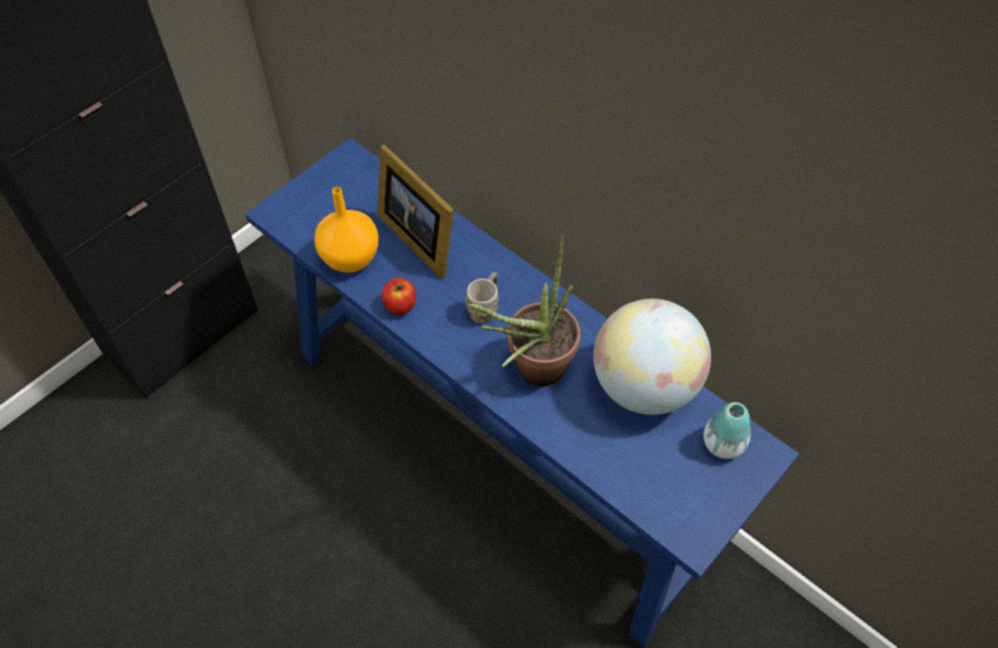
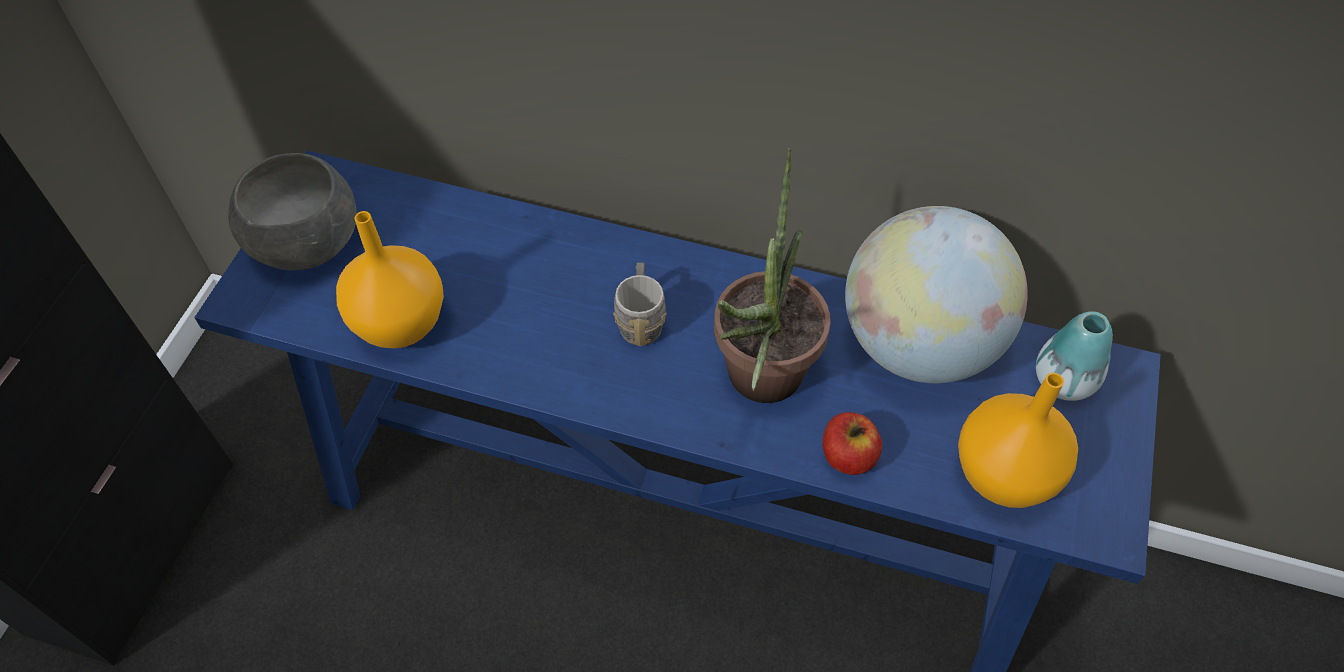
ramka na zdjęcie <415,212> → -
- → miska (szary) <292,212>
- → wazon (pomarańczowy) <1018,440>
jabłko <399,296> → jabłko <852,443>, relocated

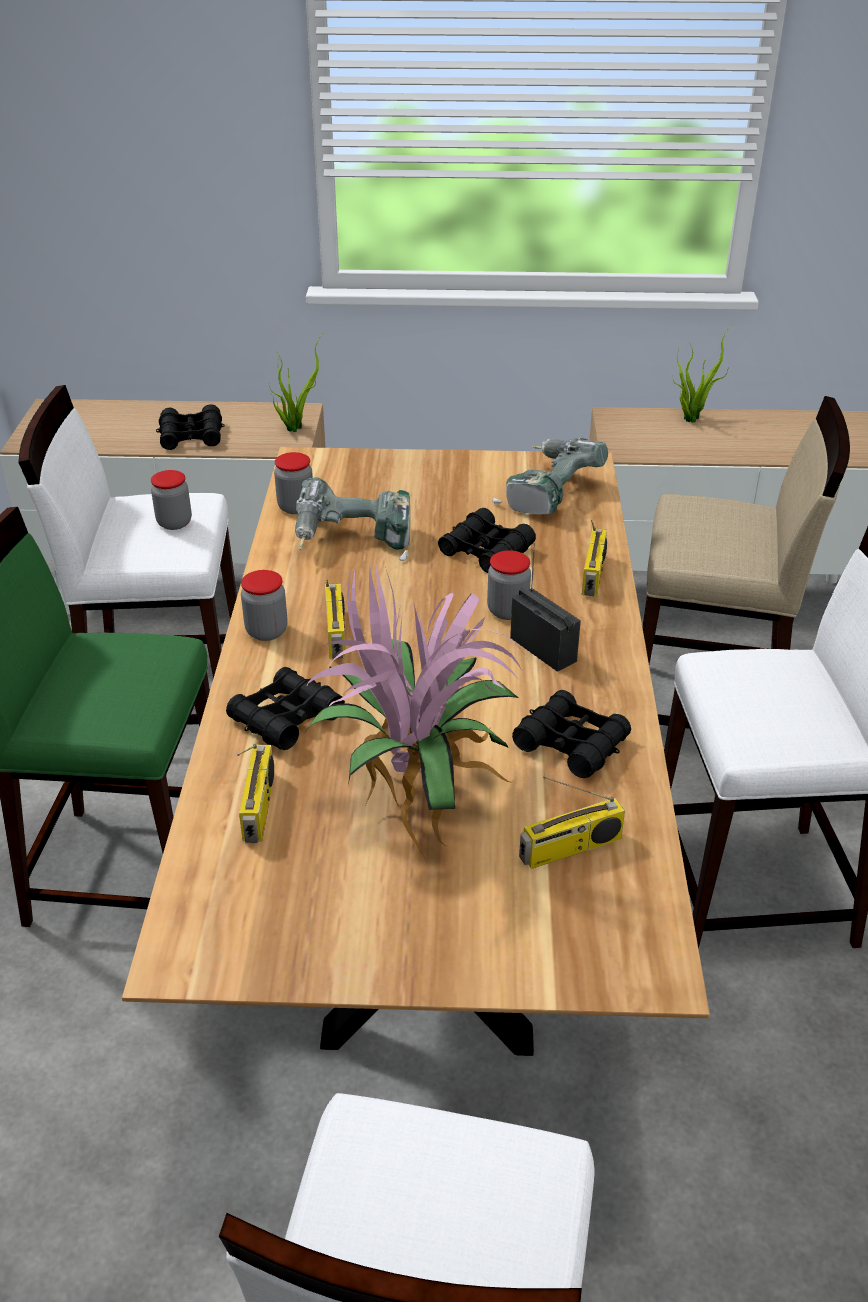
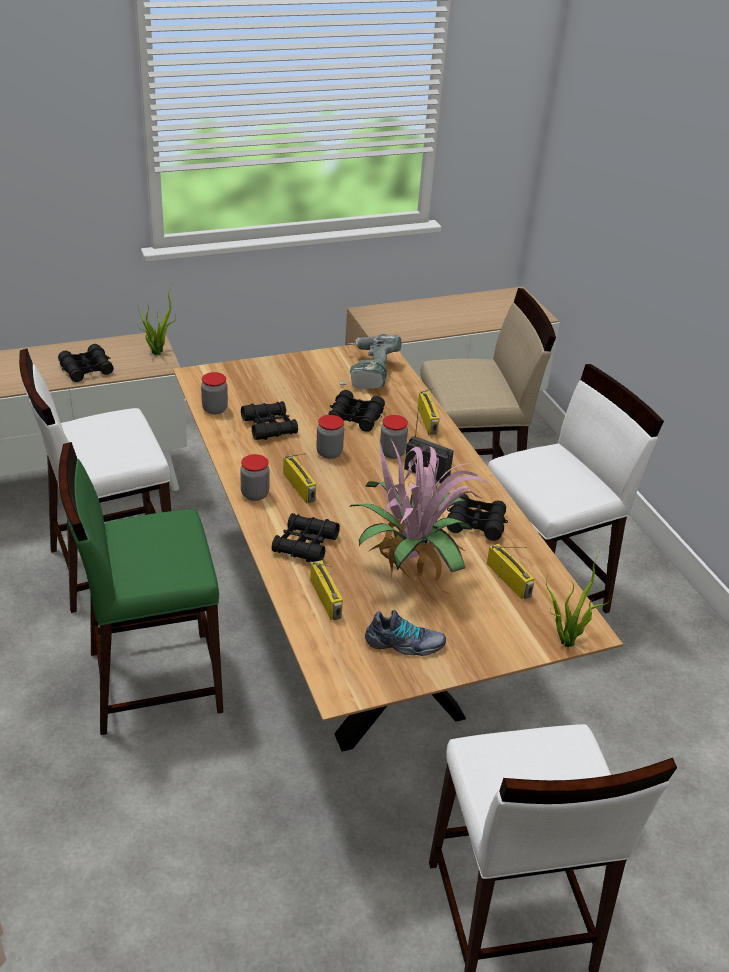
- → but <405,633>
słoik <171,500> → słoik <330,437>, relocated
roślina doniczkowa <702,374> → roślina doniczkowa <579,598>, relocated
wiertarka <352,519> → lornetka (czarny) <269,420>
radio <572,822> → radio <510,571>, 75 degrees counterclockwise

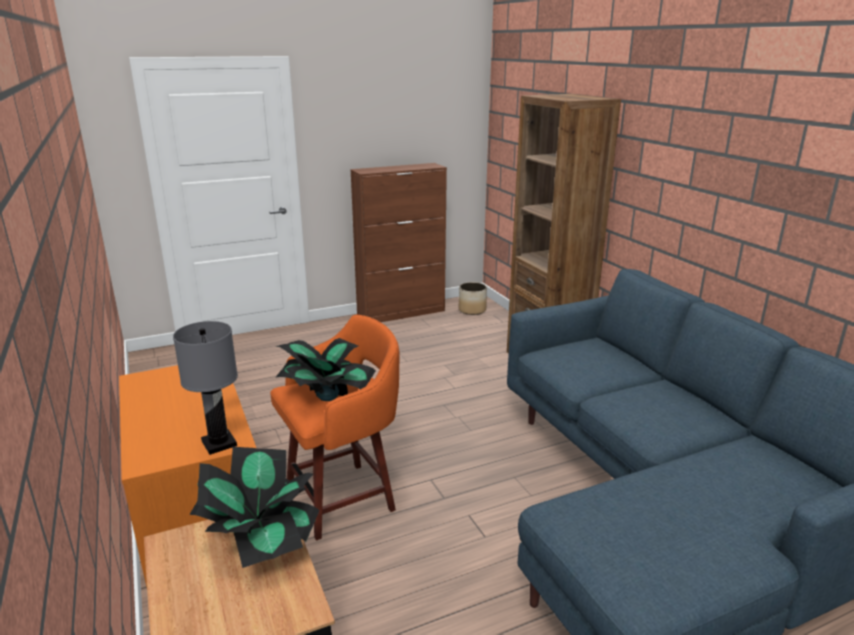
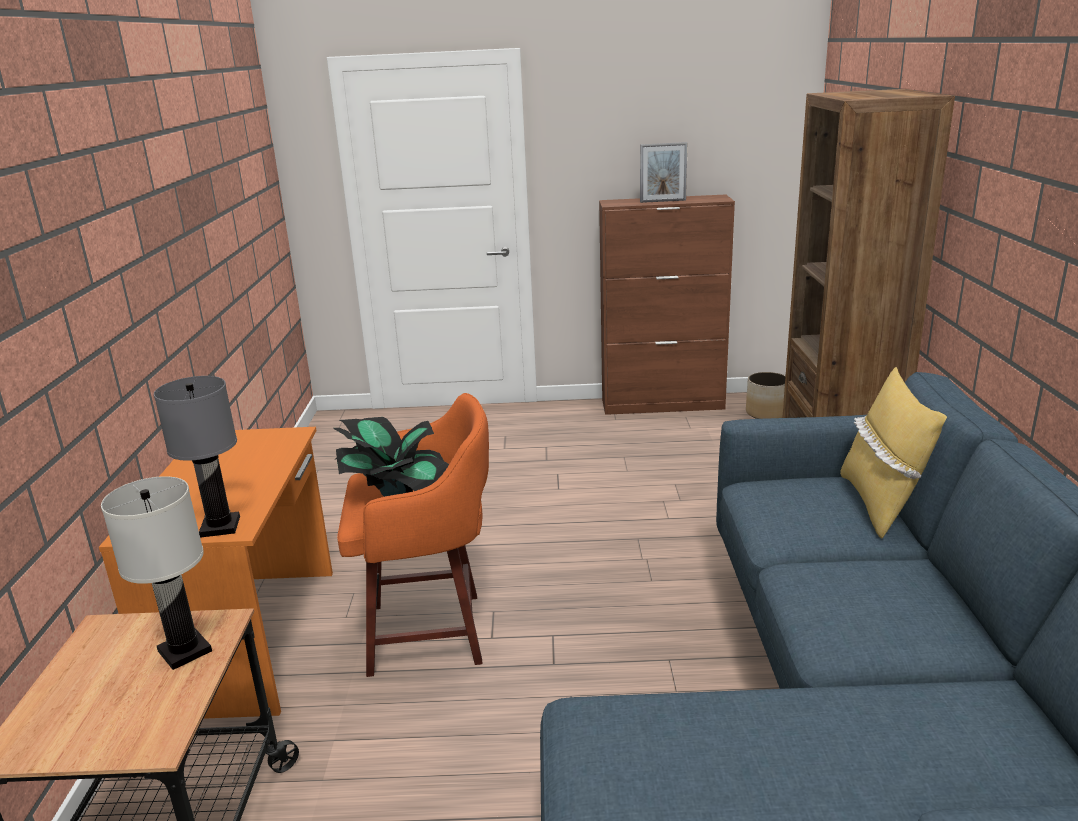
- → ramka na zdjęcie <663,172>
- → poduszka (żółty) <893,453>
roślina doniczkowa <254,507> → lampa stołowa (biały) <156,573>

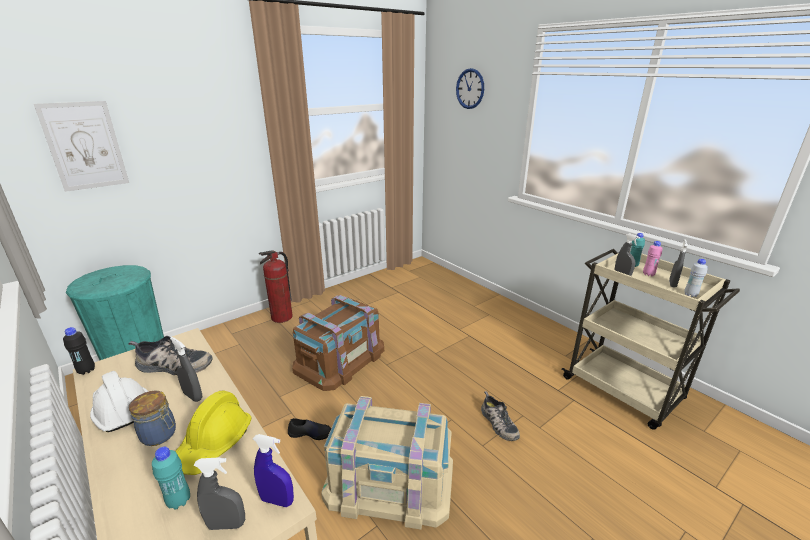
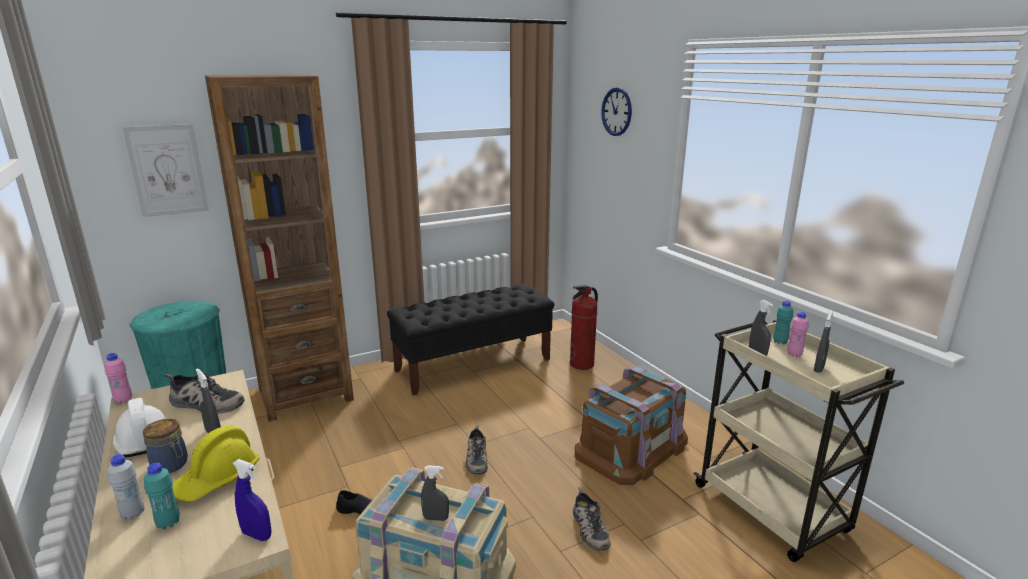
- → regał (brązowy) <279,248>
- → ławka (czarny) <470,340>
- → but <477,450>
spryskiwacz (szary) <219,493> → spryskiwacz (szary) <435,493>, relocated
gaśnica <276,286> → gaśnica <584,327>, relocated
pojemnik do przechowywania (brązowy) <338,343> → pojemnik do przechowywania (brązowy) <631,425>, relocated
butelka (biały) <696,278> → butelka (biały) <125,487>, relocated
butelka (czarny) <79,351> → butelka (różowy) <118,378>

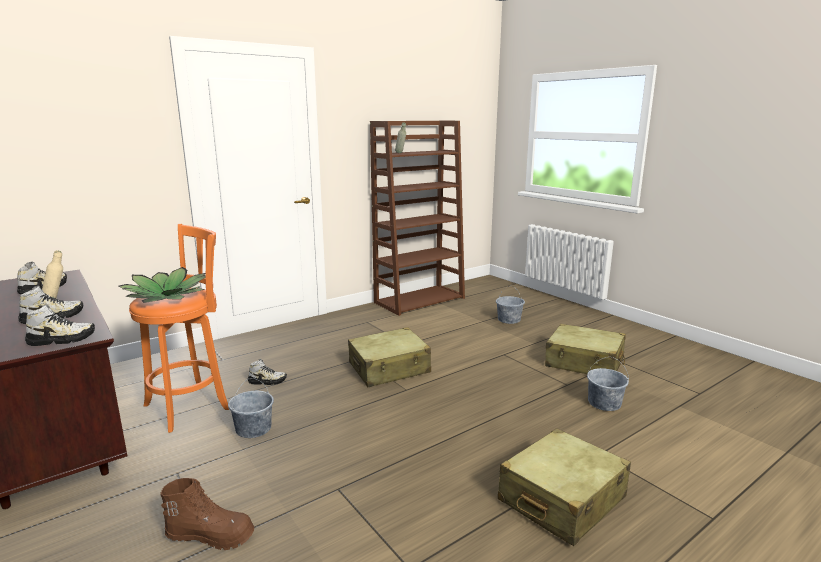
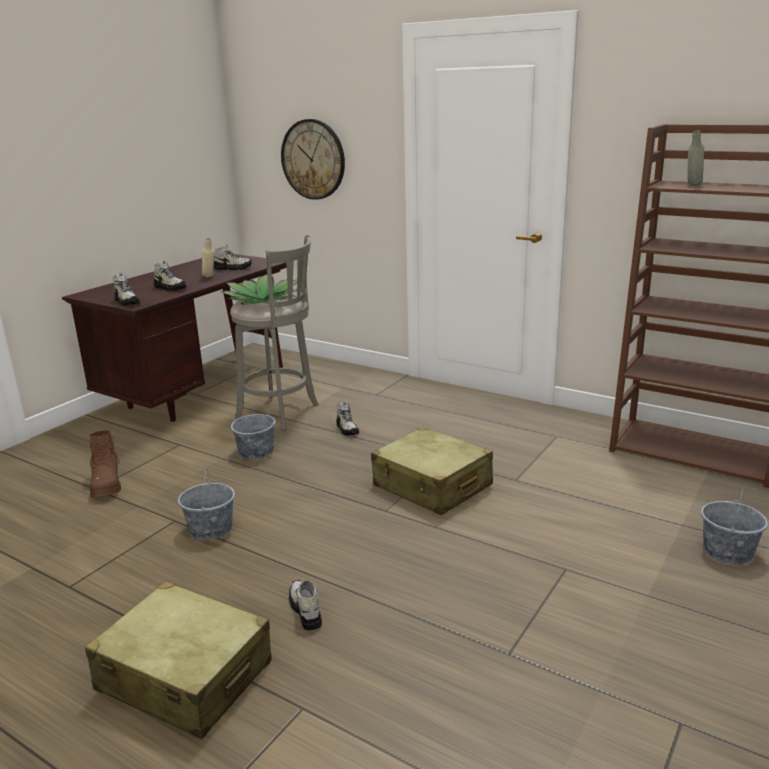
walizka (beżowy) <585,349> → -
- → zegar ścienny <313,159>
- → but <305,605>
wiadro (szary) <608,384> → wiadro (szary) <206,505>, relocated
stołek (pomarańczowy) <179,328> → stołek (szary) <274,332>

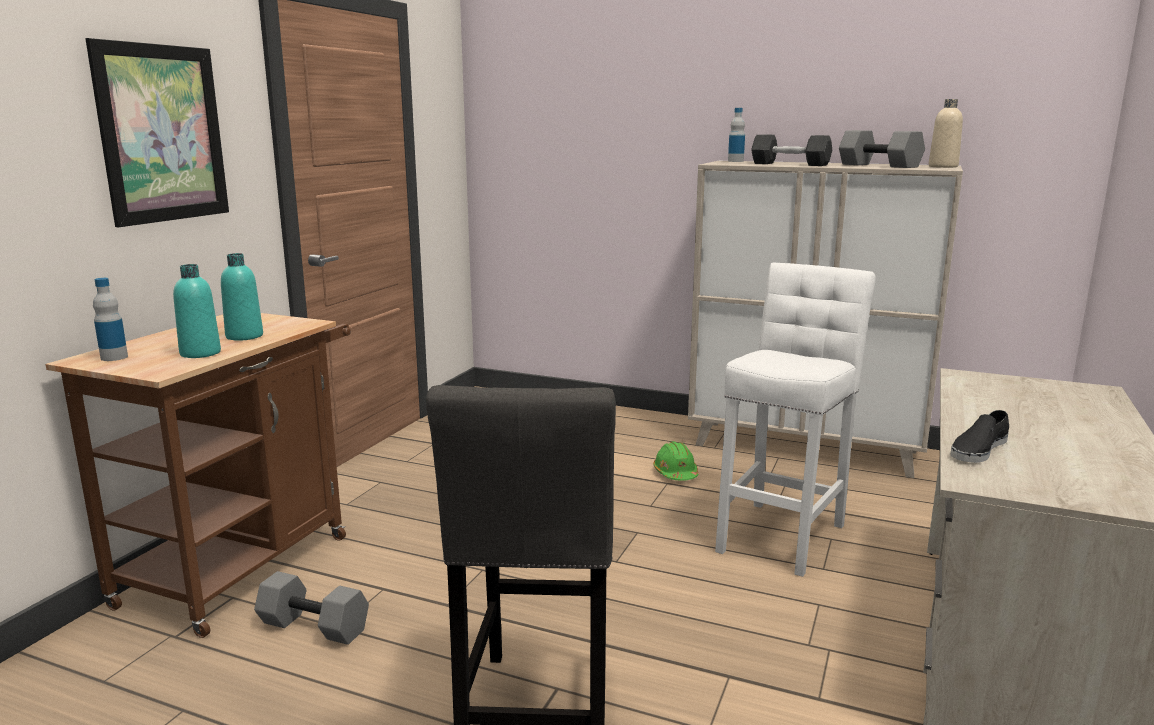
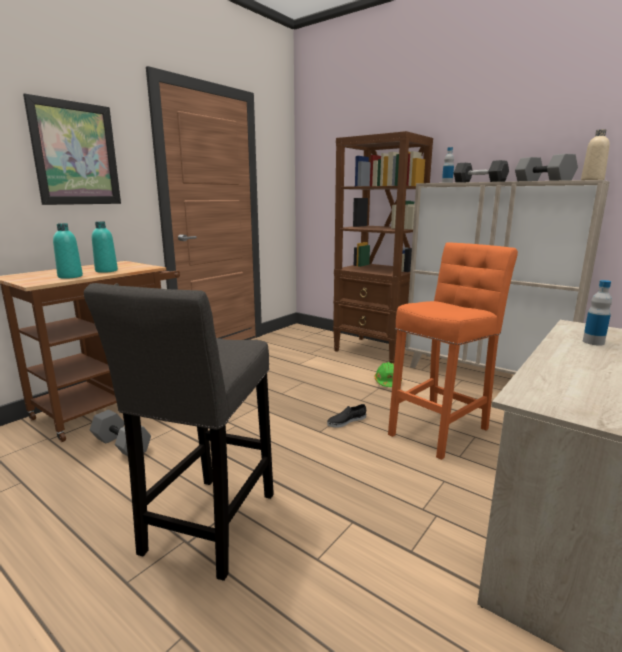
- → regał (brązowy) <383,247>
butelka <110,319> → butelka <597,312>, relocated
but (czarny) <980,436> → but (czarny) <346,416>, relocated
stołek (biały) <795,420> → stołek (pomarańczowy) <453,351>

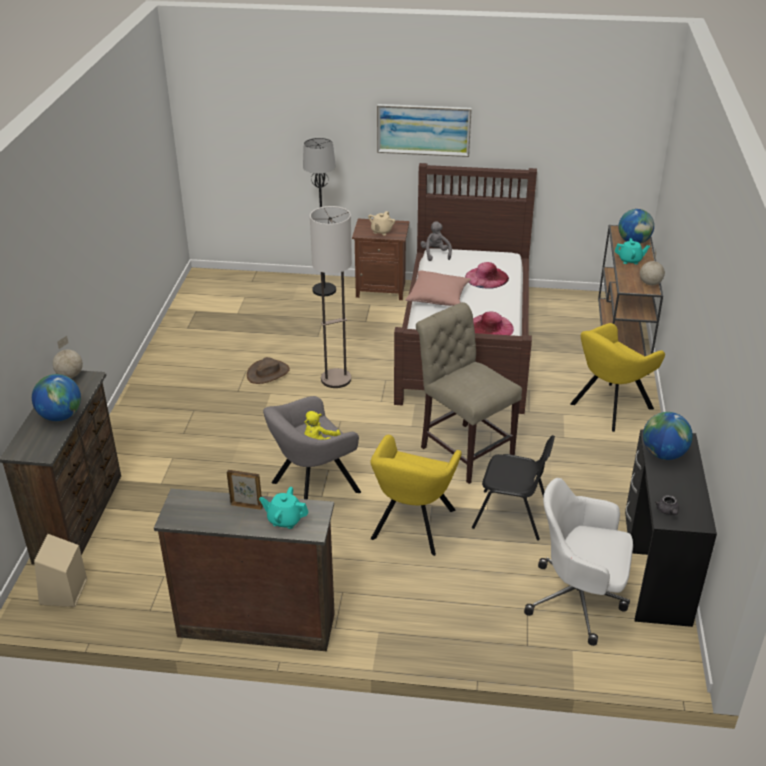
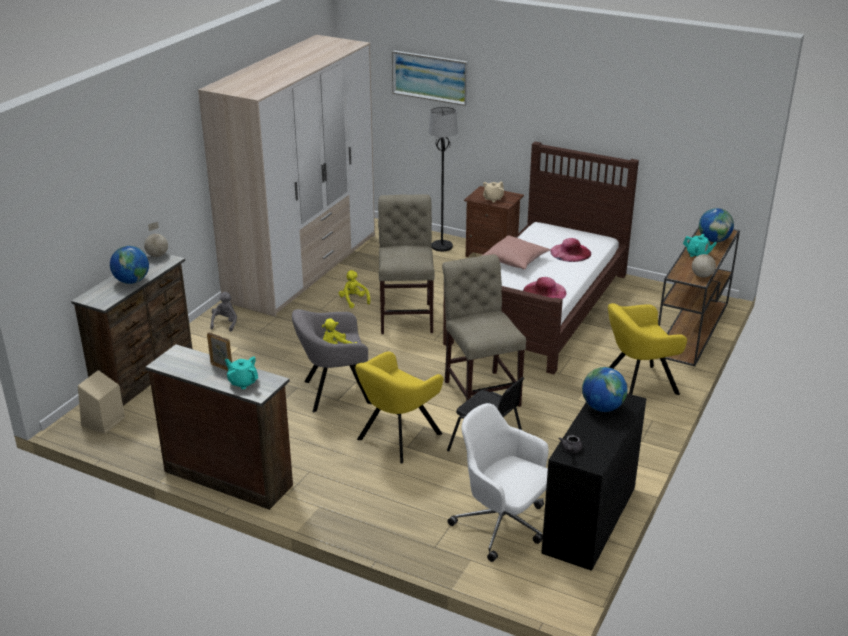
- → szafa <286,175>
obraz <424,130> → obraz <430,78>, relocated
pluszak (szary) <436,241> → pluszak (szary) <223,312>, relocated
kapelusz (brązowy) <268,370> → pluszak (żółty) <354,289>
lampa stojąca <331,297> → krzesło (beżowy) <406,264>

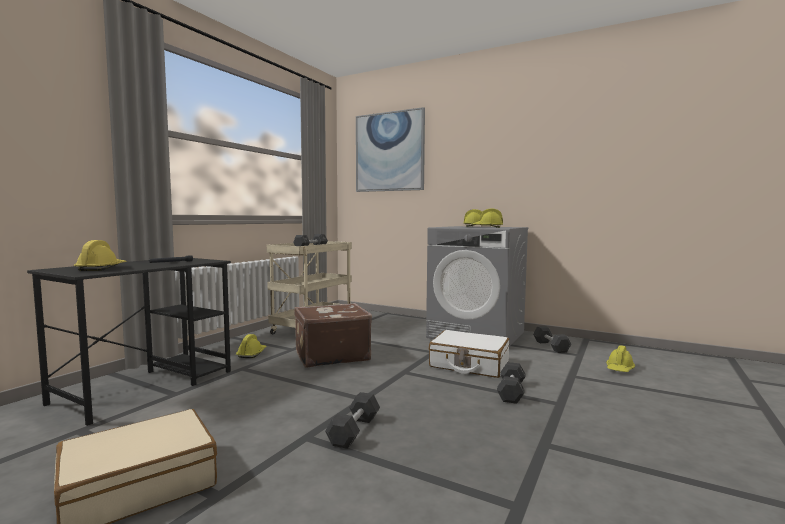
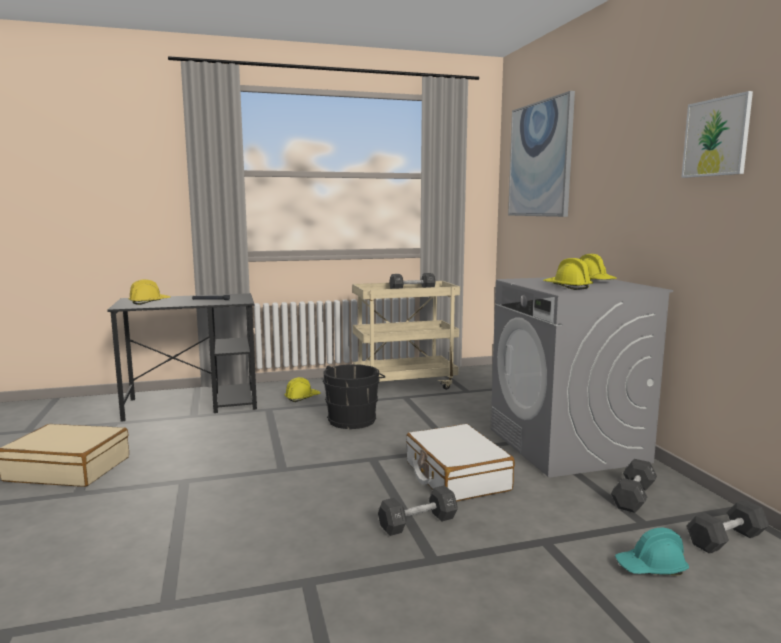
- → obraz <717,134>
hantel (czarny) <352,420> → hantel (czarny) <728,527>, relocated
walizka (brązowy) <333,335> → wiadro (czarny) <354,396>
kask (żółty) <620,358> → kask (turkusowy) <652,551>

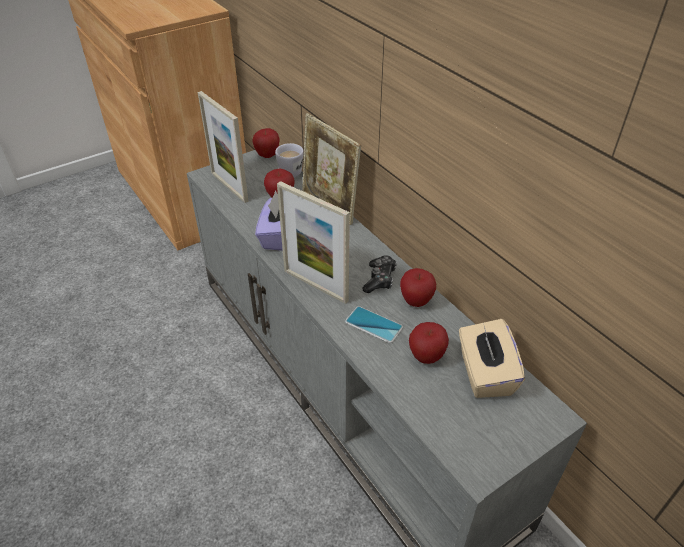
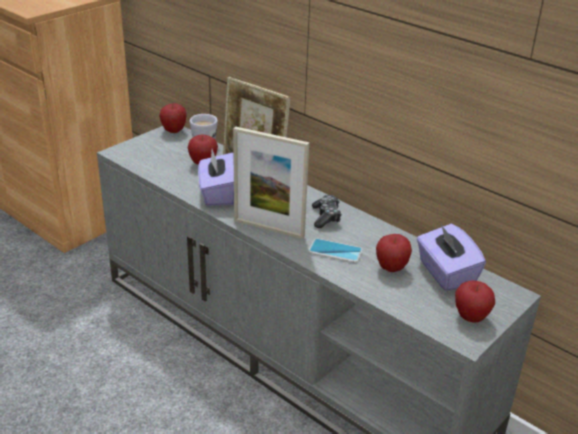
ramka na zdjęcie <223,147> → -
jabłko <418,287> → jabłko <475,302>, relocated
pudełko chusteczek (beżowy) <492,358> → pudełko chusteczek (fioletowy) <451,257>

